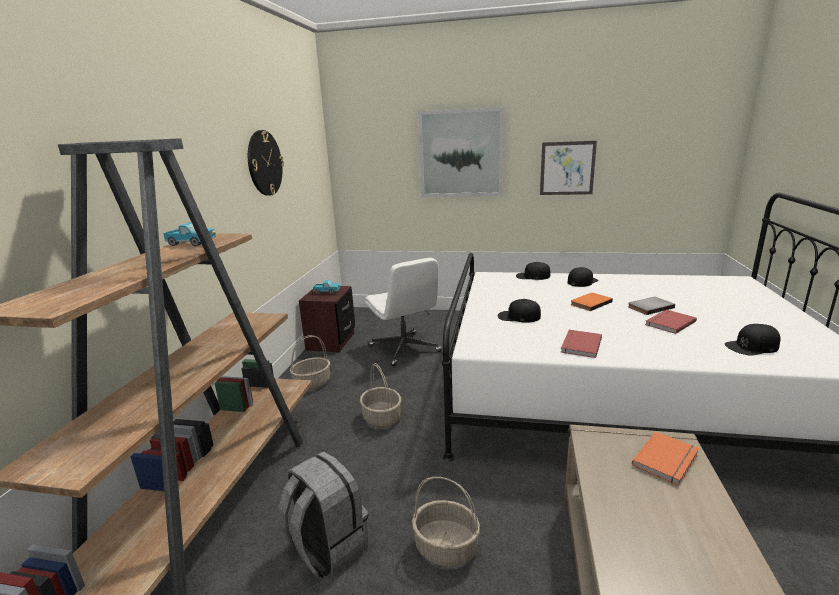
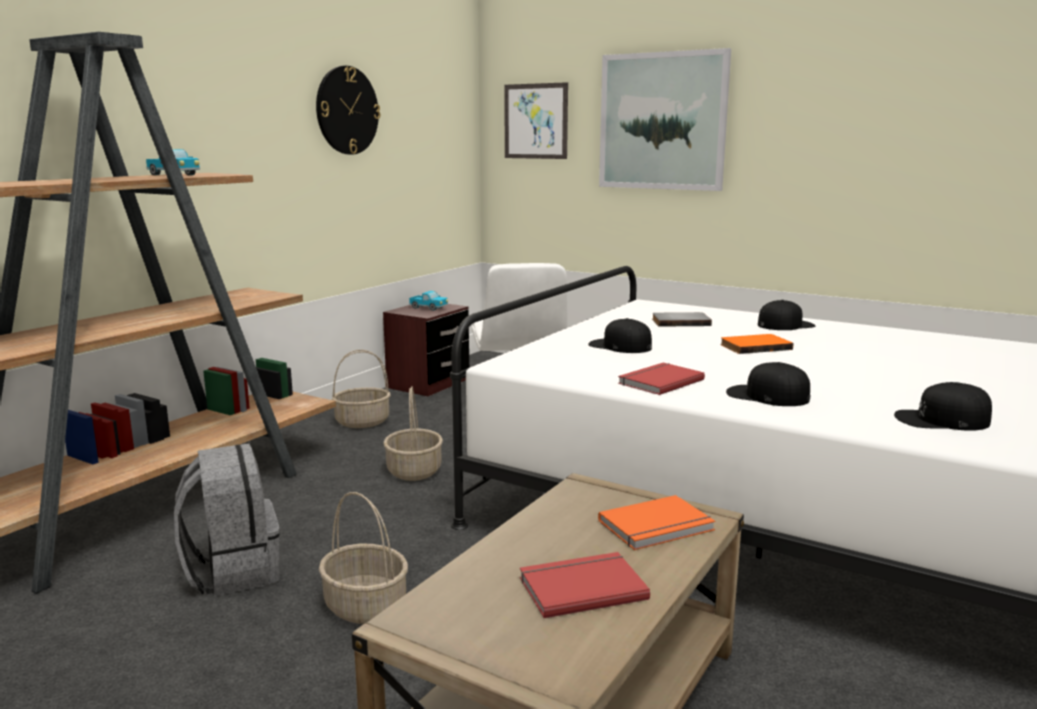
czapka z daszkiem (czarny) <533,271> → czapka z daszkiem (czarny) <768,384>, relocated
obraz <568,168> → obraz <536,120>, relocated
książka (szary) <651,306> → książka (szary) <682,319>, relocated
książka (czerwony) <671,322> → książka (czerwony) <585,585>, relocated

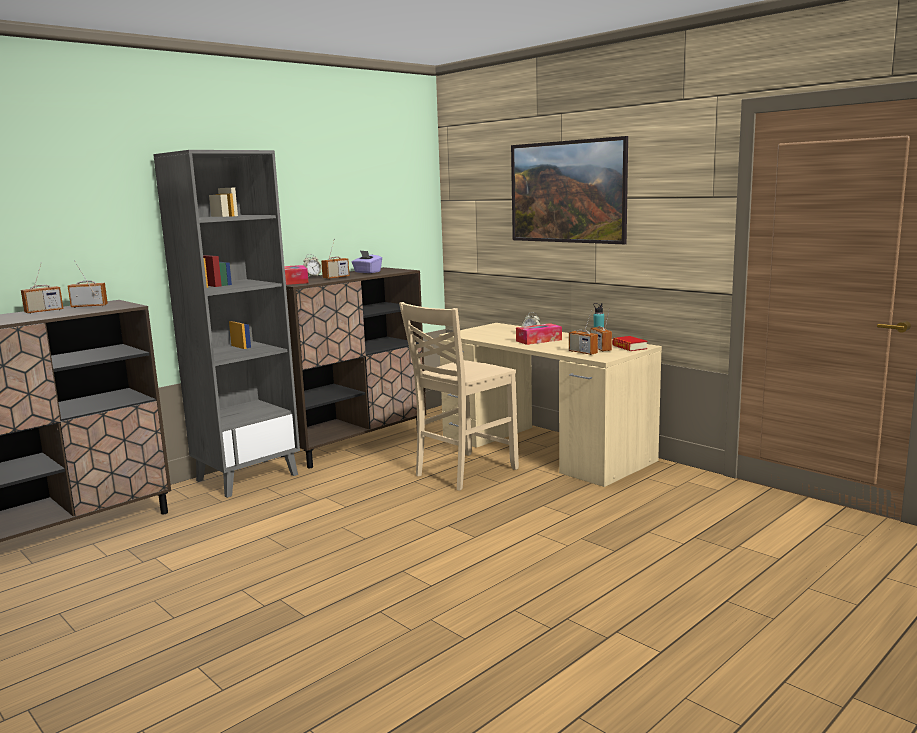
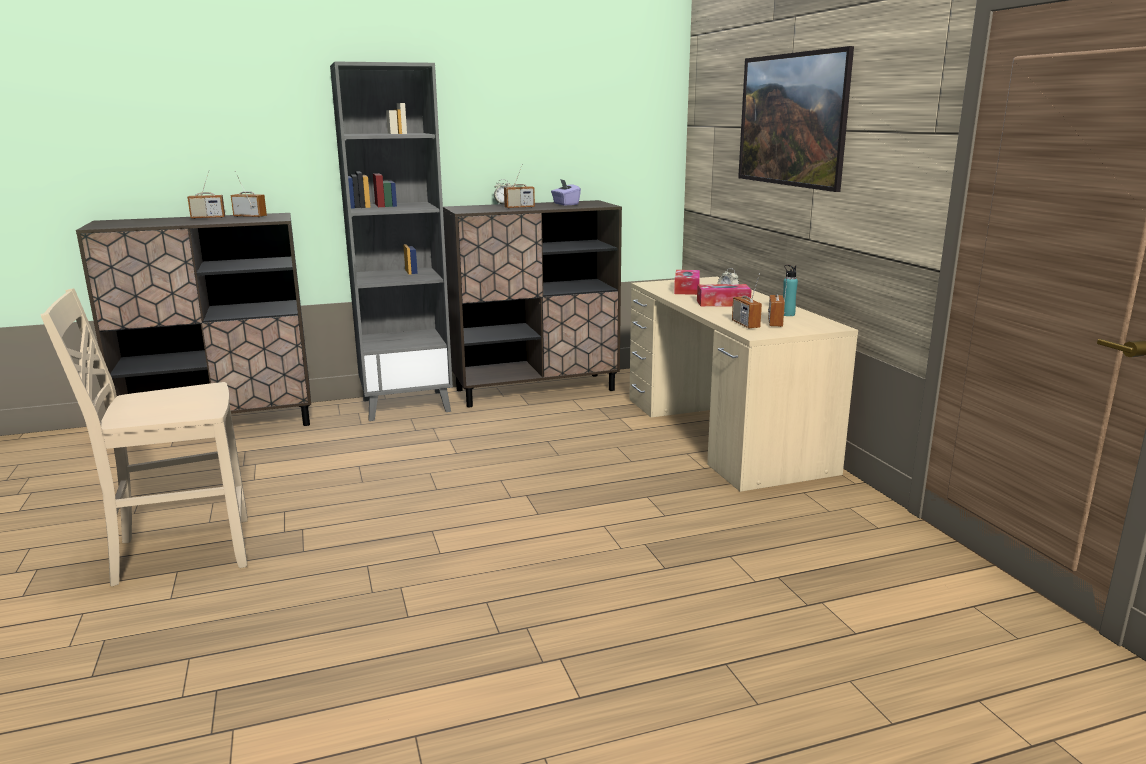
książka <629,343> → -
pudełko chusteczek <296,275> → pudełko chusteczek <687,282>, relocated
krzesło (beżowy) <459,396> → krzesło (beżowy) <144,437>, relocated

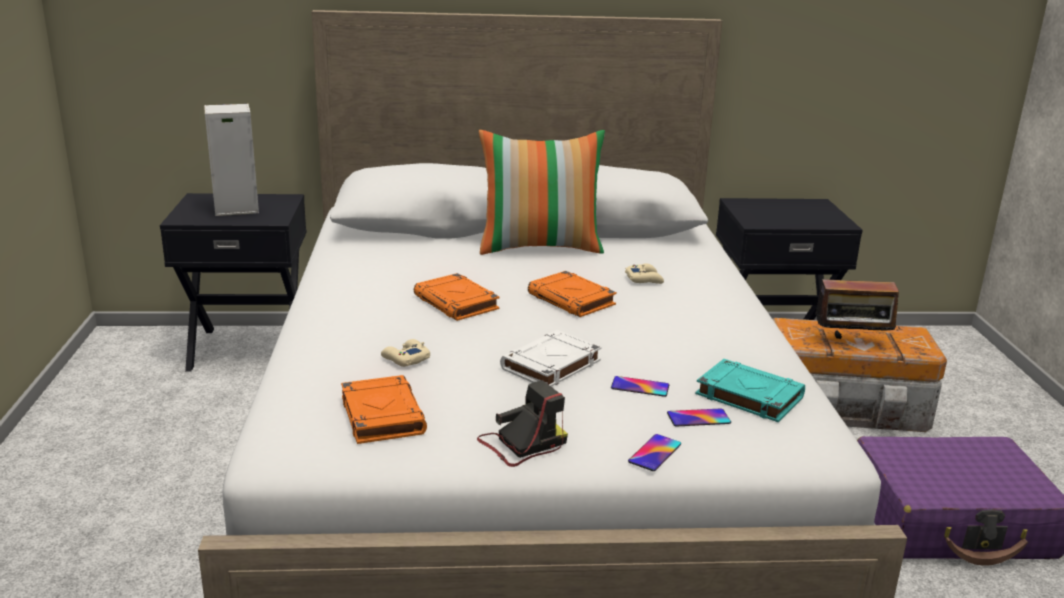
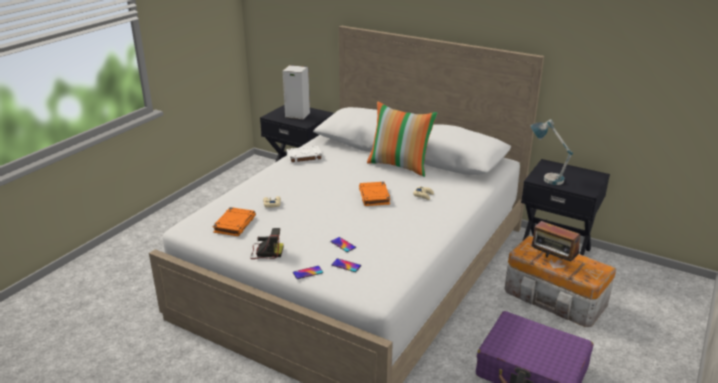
książka (pomarańczowy) <457,297> → -
książka (turkusowy) <750,390> → -
- → lampa stołowa <552,152>
książka (biały) <550,358> → książka (biały) <305,155>, relocated

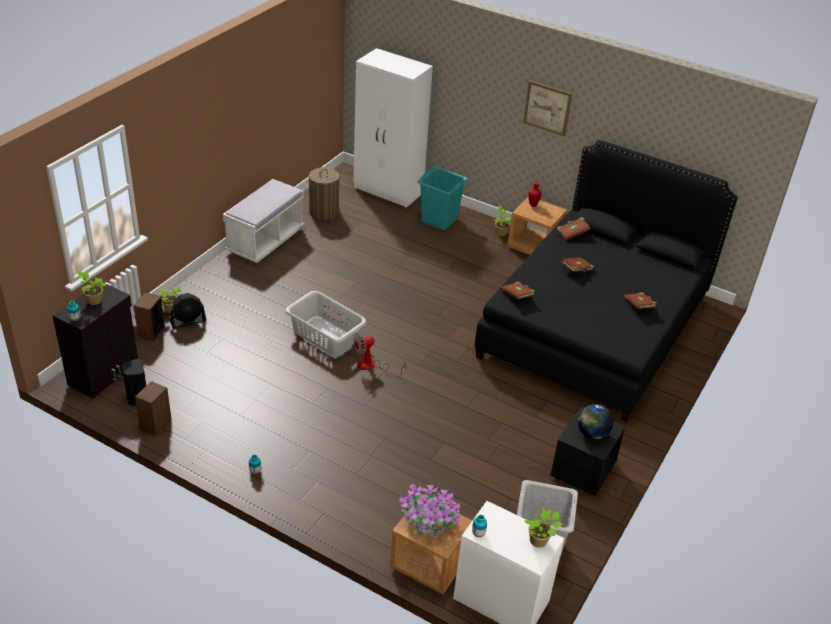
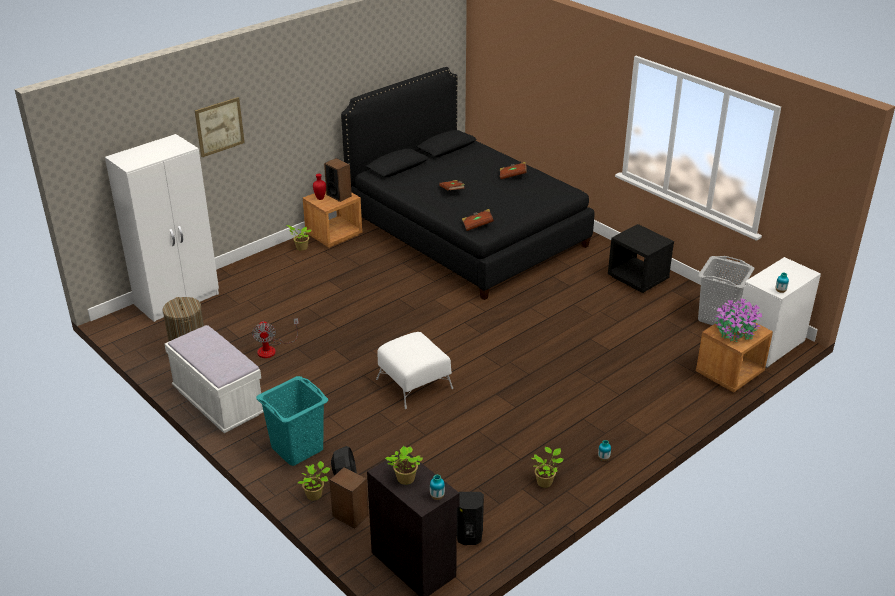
książka (brązowy) <574,229> → -
globus <595,422> → -
głośnik <153,408> → głośnik <338,180>, relocated
wentylator <379,355> → wentylator <275,338>, relocated
kosz na pranie (turkusowy) <442,198> → kosz na pranie (turkusowy) <292,421>, relocated
obraz <547,109> → obraz <220,127>, relocated
roślina doniczkowa <543,527> → roślina doniczkowa <547,467>, relocated
kosz na pranie (szary) <325,323> → pufa (biały) <414,370>

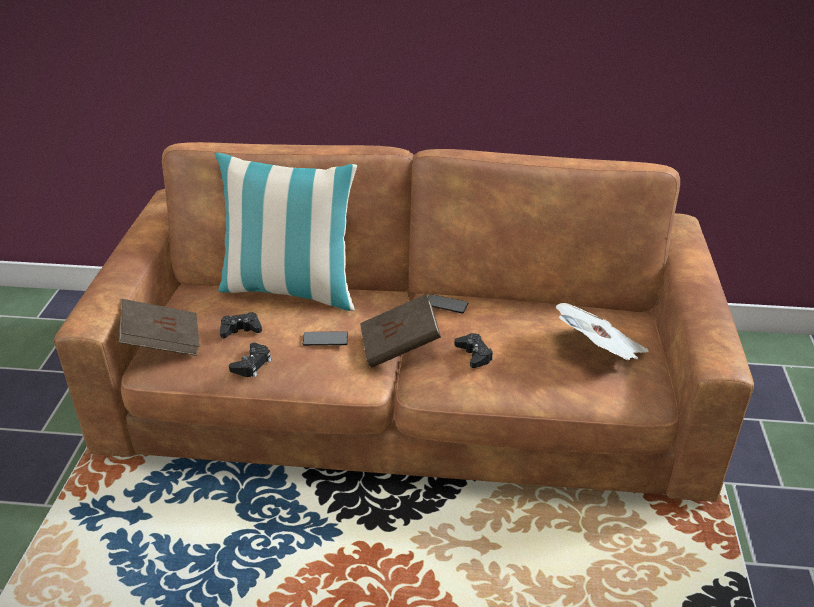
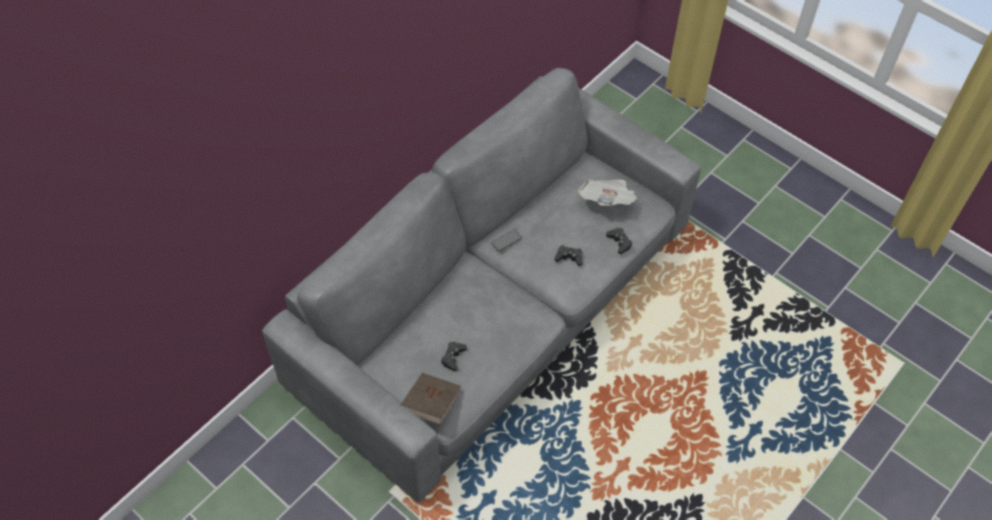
poduszka <286,232> → -
telefon <325,338> → -
książka (brązowy) <400,331> → -
pad do gier (czarny) <250,360> → pad do gier (czarny) <619,241>, relocated
kanapa (brązowy) <404,322> → kanapa (szary) <481,285>

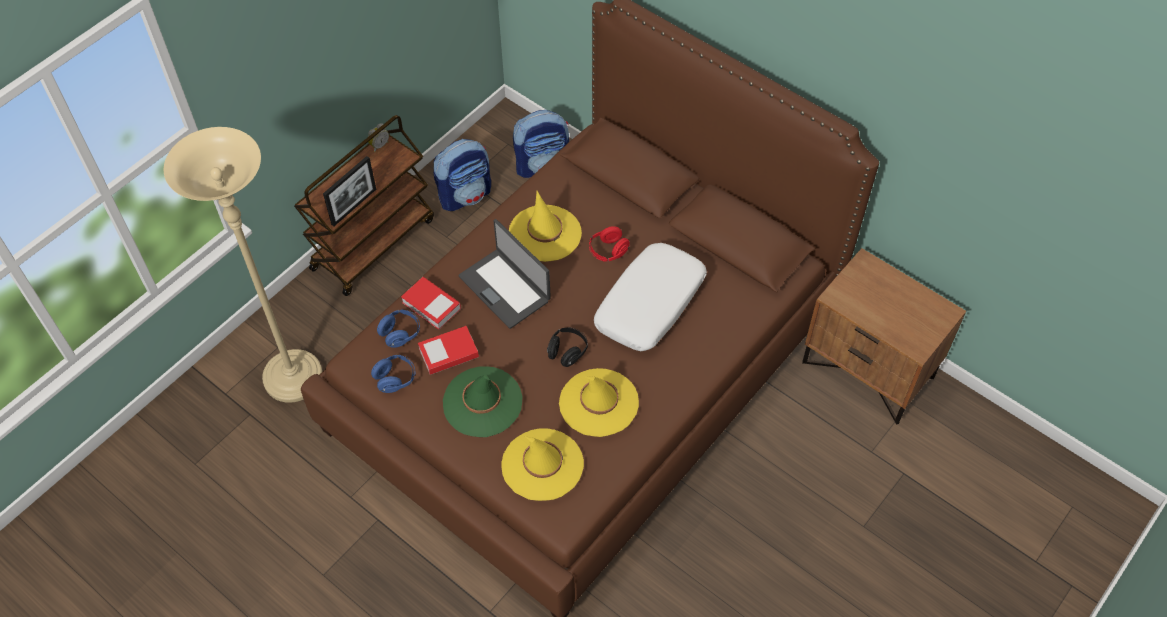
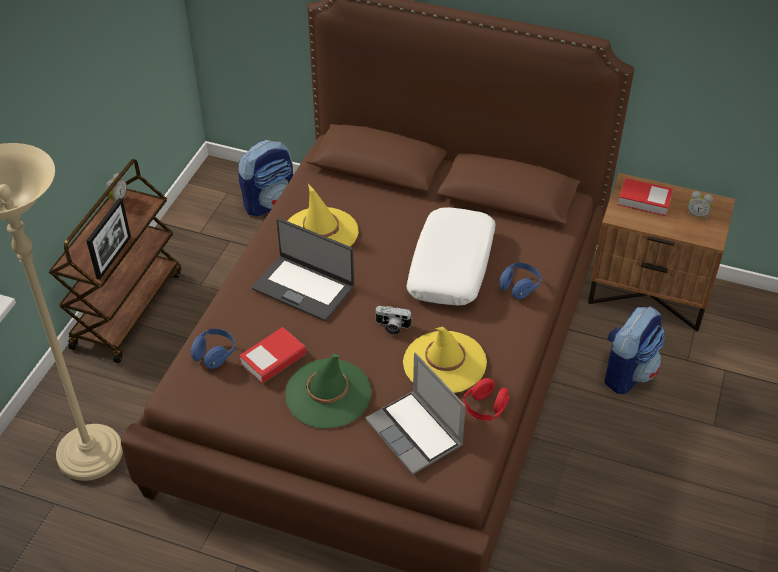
- → budzik <700,205>
słuchawki (niebieski) <393,374> → słuchawki (niebieski) <520,280>, relocated
książka <431,303> → książka <645,197>, relocated
plecak <462,175> → plecak <634,350>, relocated
słuchawki (czerwony) <609,244> → słuchawki (czerwony) <486,399>, relocated
kapelusz (żółty) <542,464> → laptop <415,414>
słuchawki (czarny) <567,347> → aparat fotograficzny <393,320>

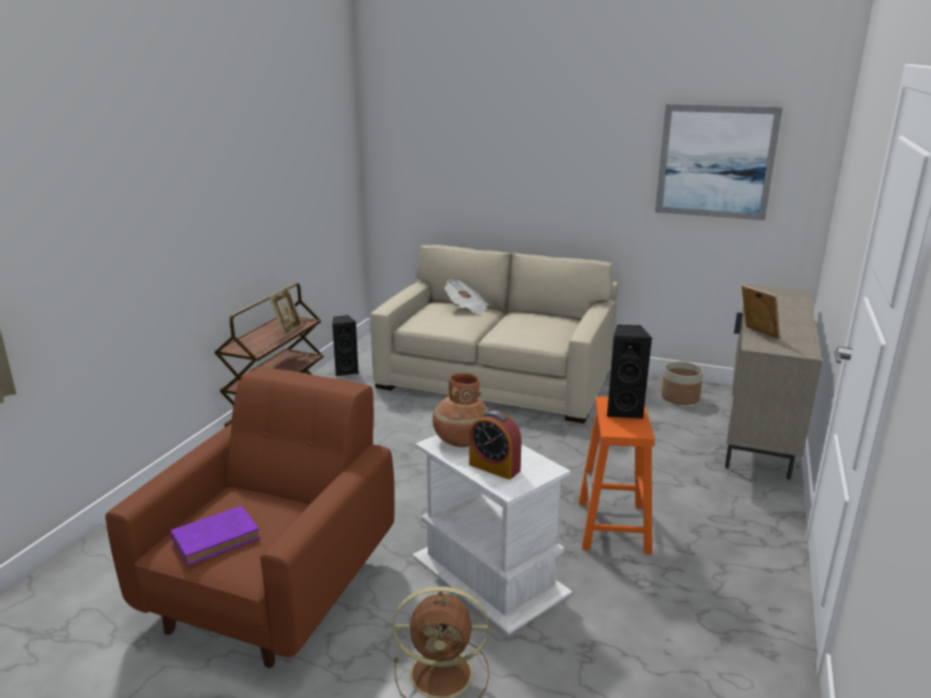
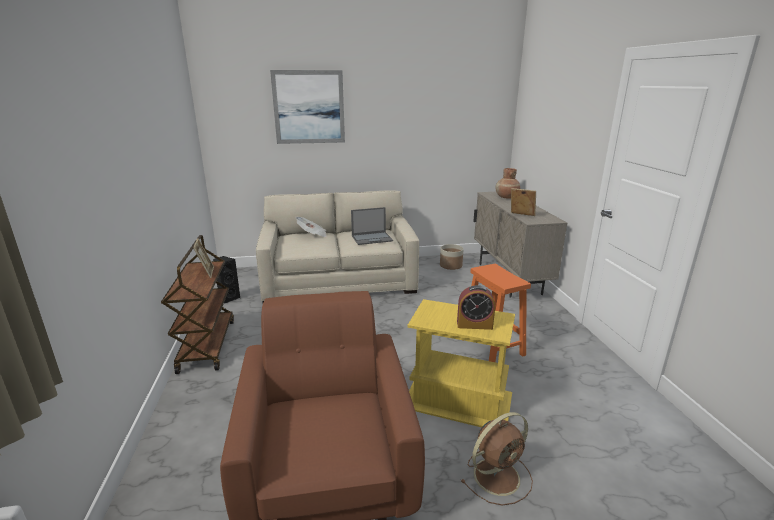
książka (fioletowy) <215,536> → -
głośnik (czarny) <629,372> → -
- → laptop <372,226>
wazon (brązowy) <460,410> → wazon (brązowy) <508,183>, relocated
obraz <719,162> → obraz <307,107>, relocated
stolik (biały) <492,535> → stolik (żółty) <461,363>

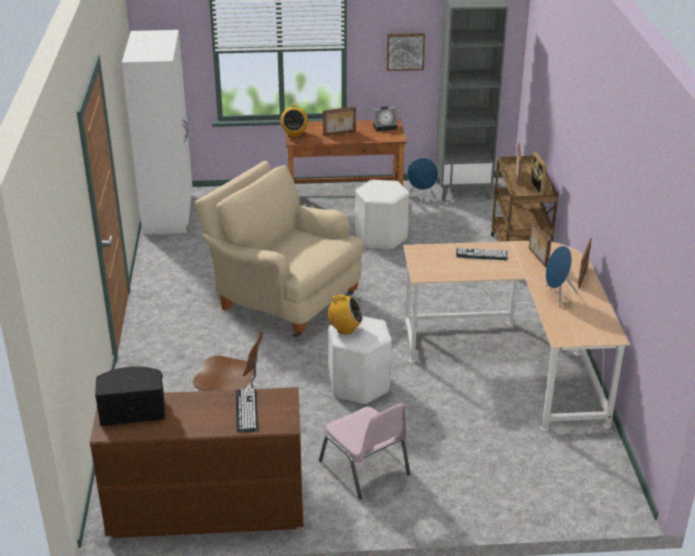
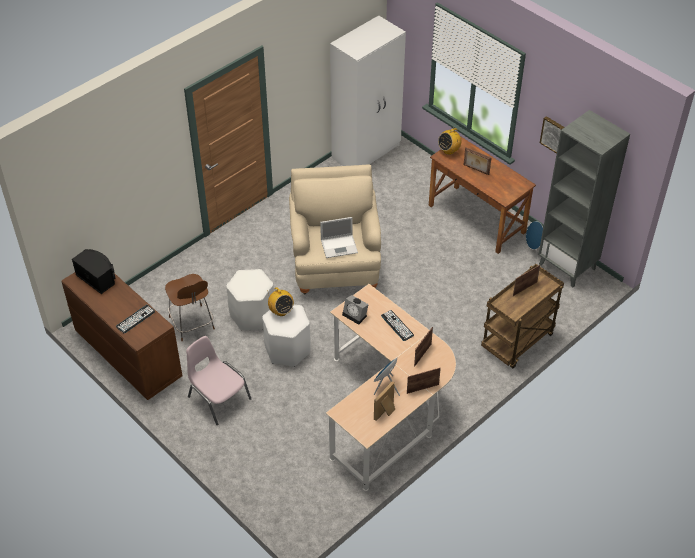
- → laptop <339,237>
stołek (biały) <382,215> → stołek (biały) <250,300>, relocated
budzik <385,119> → budzik <355,310>, relocated
ramka na zdjęcie <538,174> → ramka na zdjęcie <384,401>, relocated
krzesło (różowy) <364,451> → krzesło (różowy) <218,380>, 120 degrees clockwise

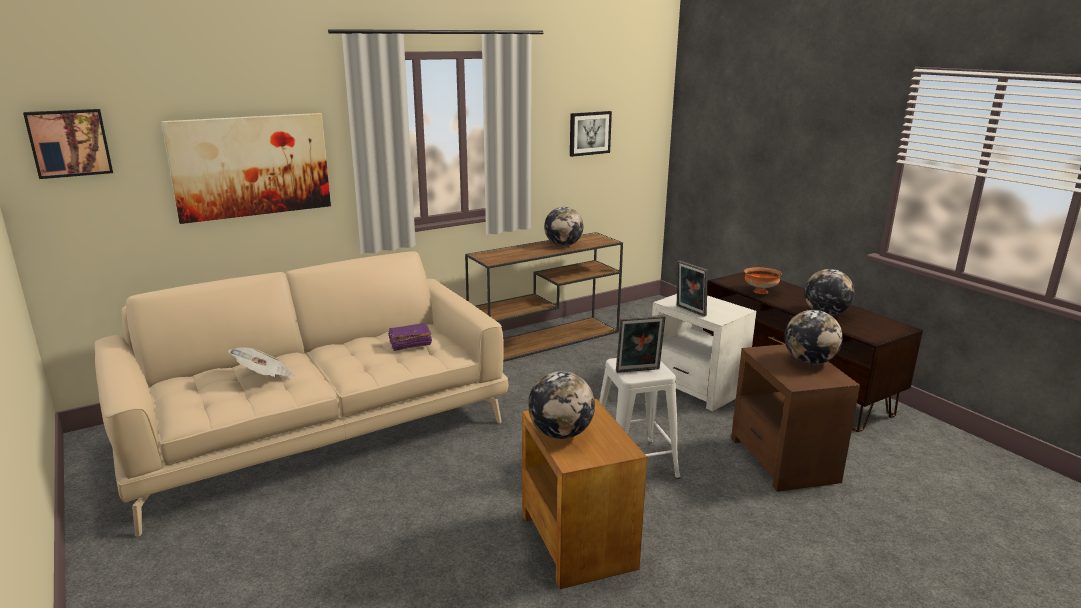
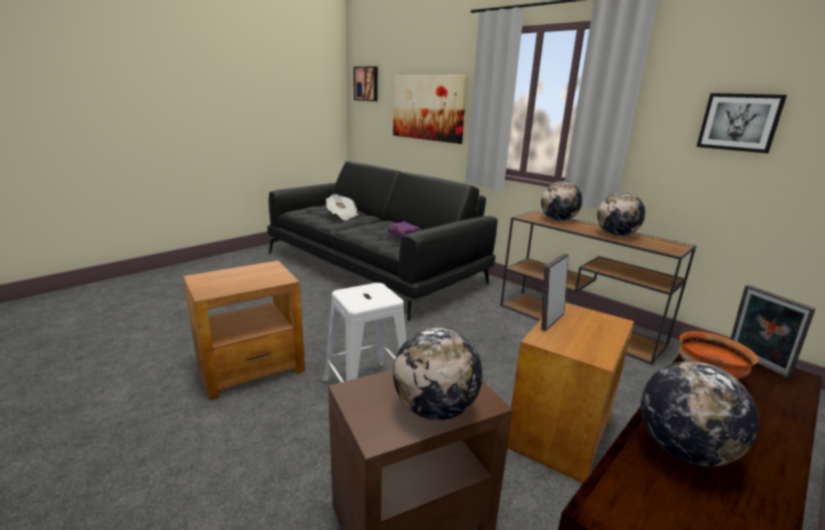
globus <561,405> → globus <561,201>, relocated
ramka na zdjęcie <641,344> → ramka na zdjęcie <773,332>, relocated
kanapa (beżowy) <301,393> → kanapa (czarny) <383,241>
stolik (biały) <704,353> → stolik (brązowy) <570,393>

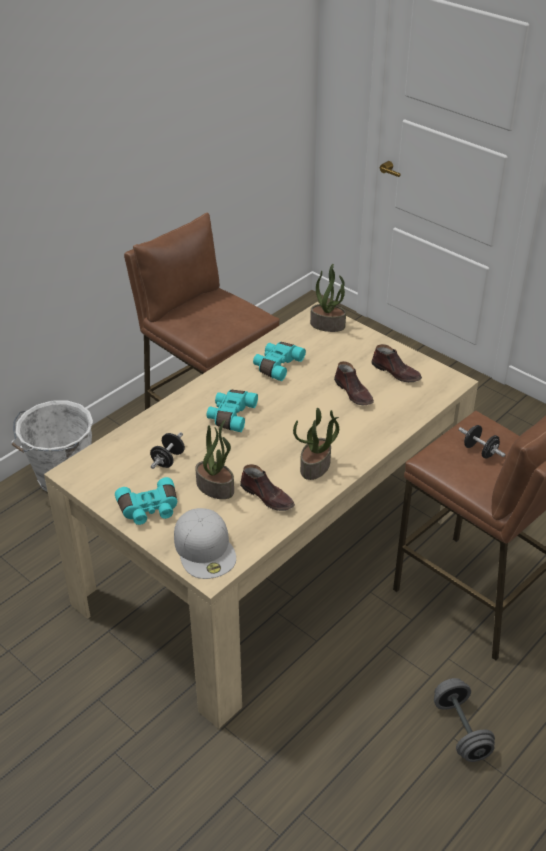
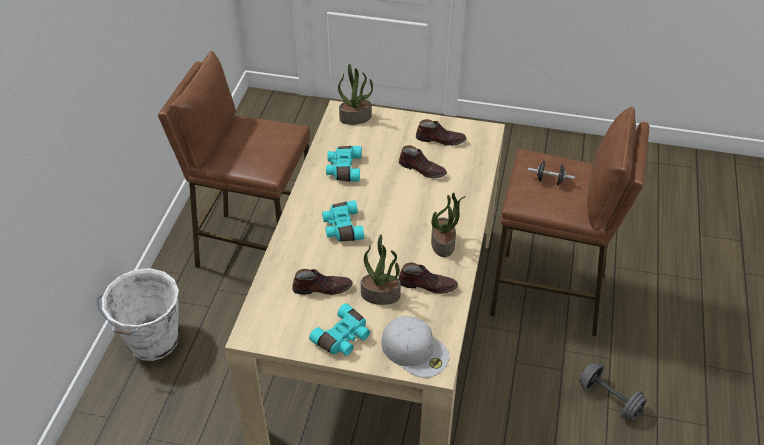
hantel (czarny) <167,450> → but (brązowy) <322,282>

